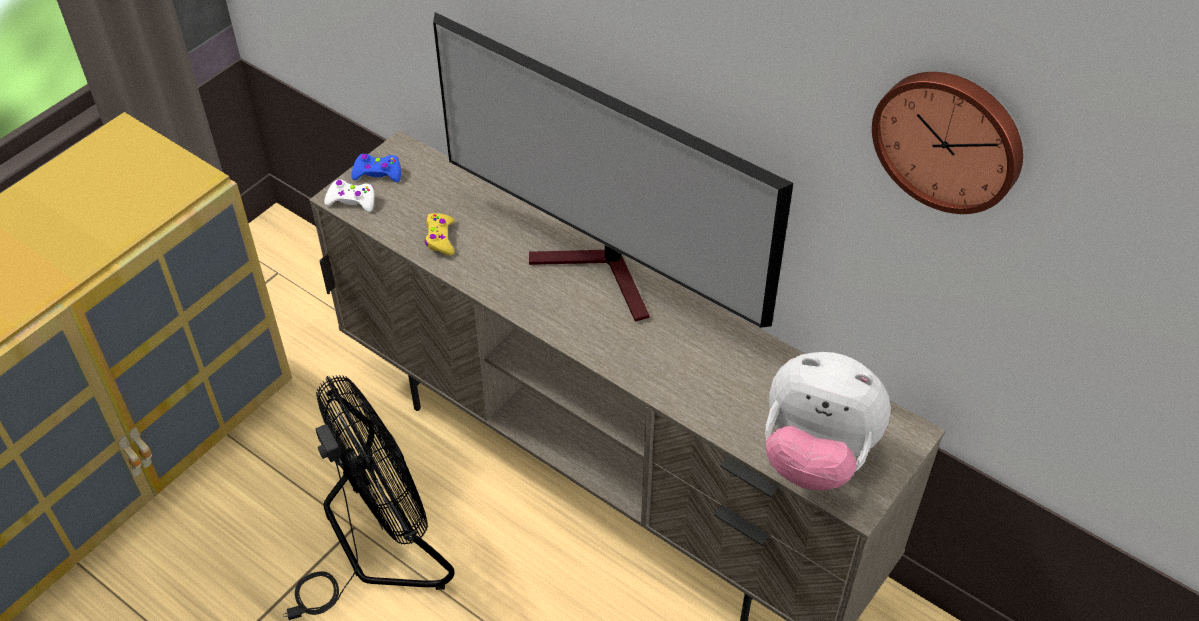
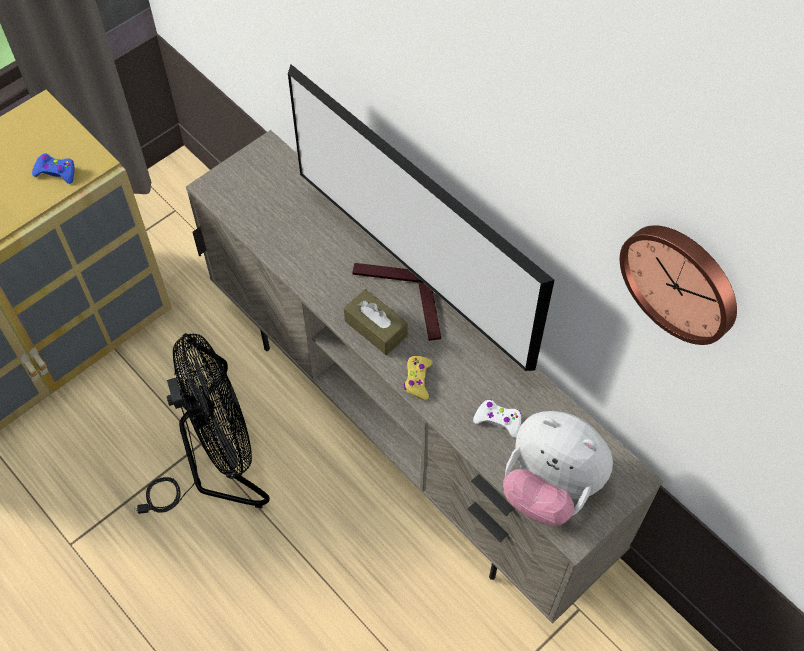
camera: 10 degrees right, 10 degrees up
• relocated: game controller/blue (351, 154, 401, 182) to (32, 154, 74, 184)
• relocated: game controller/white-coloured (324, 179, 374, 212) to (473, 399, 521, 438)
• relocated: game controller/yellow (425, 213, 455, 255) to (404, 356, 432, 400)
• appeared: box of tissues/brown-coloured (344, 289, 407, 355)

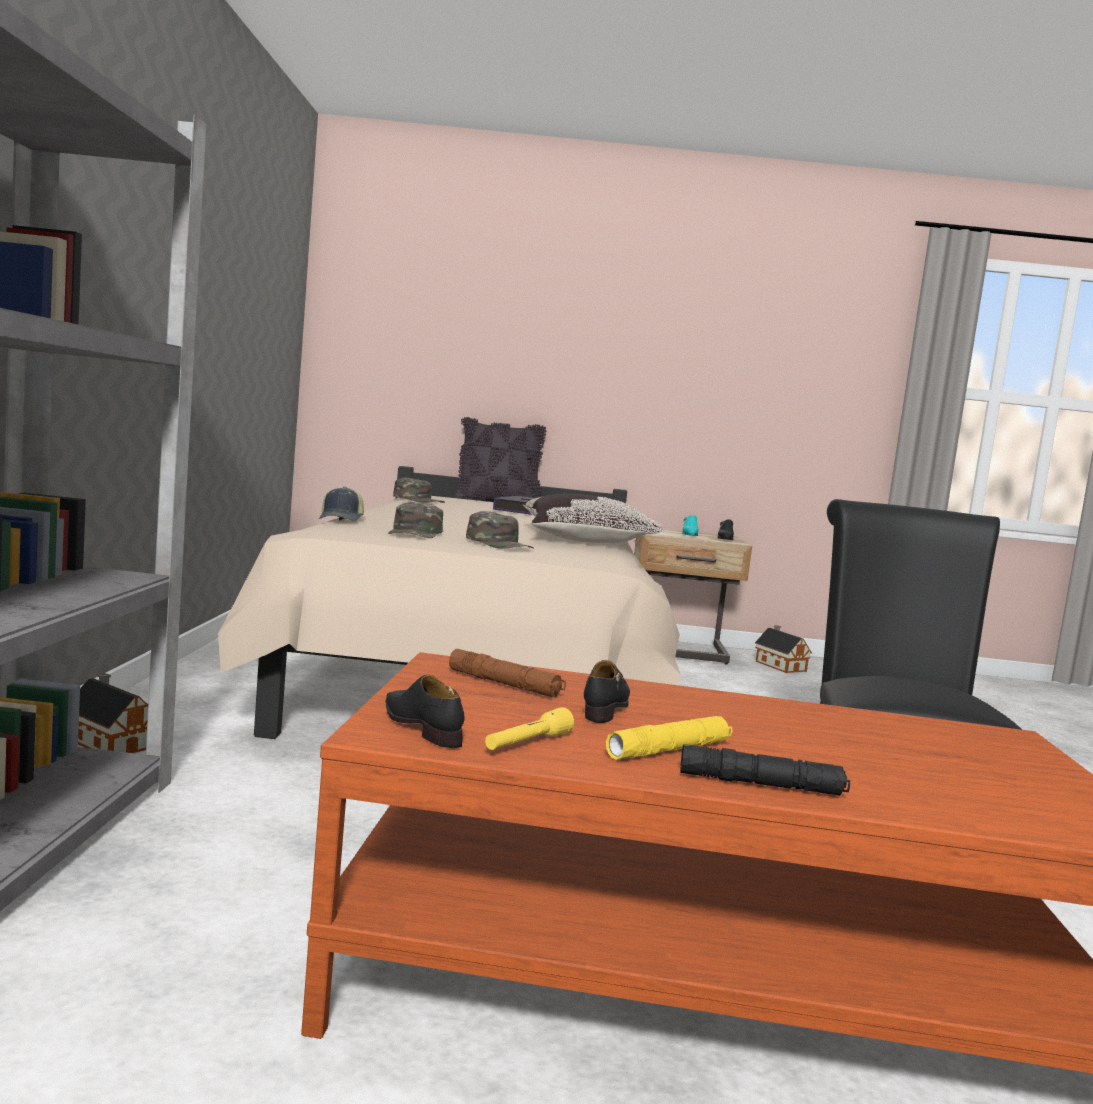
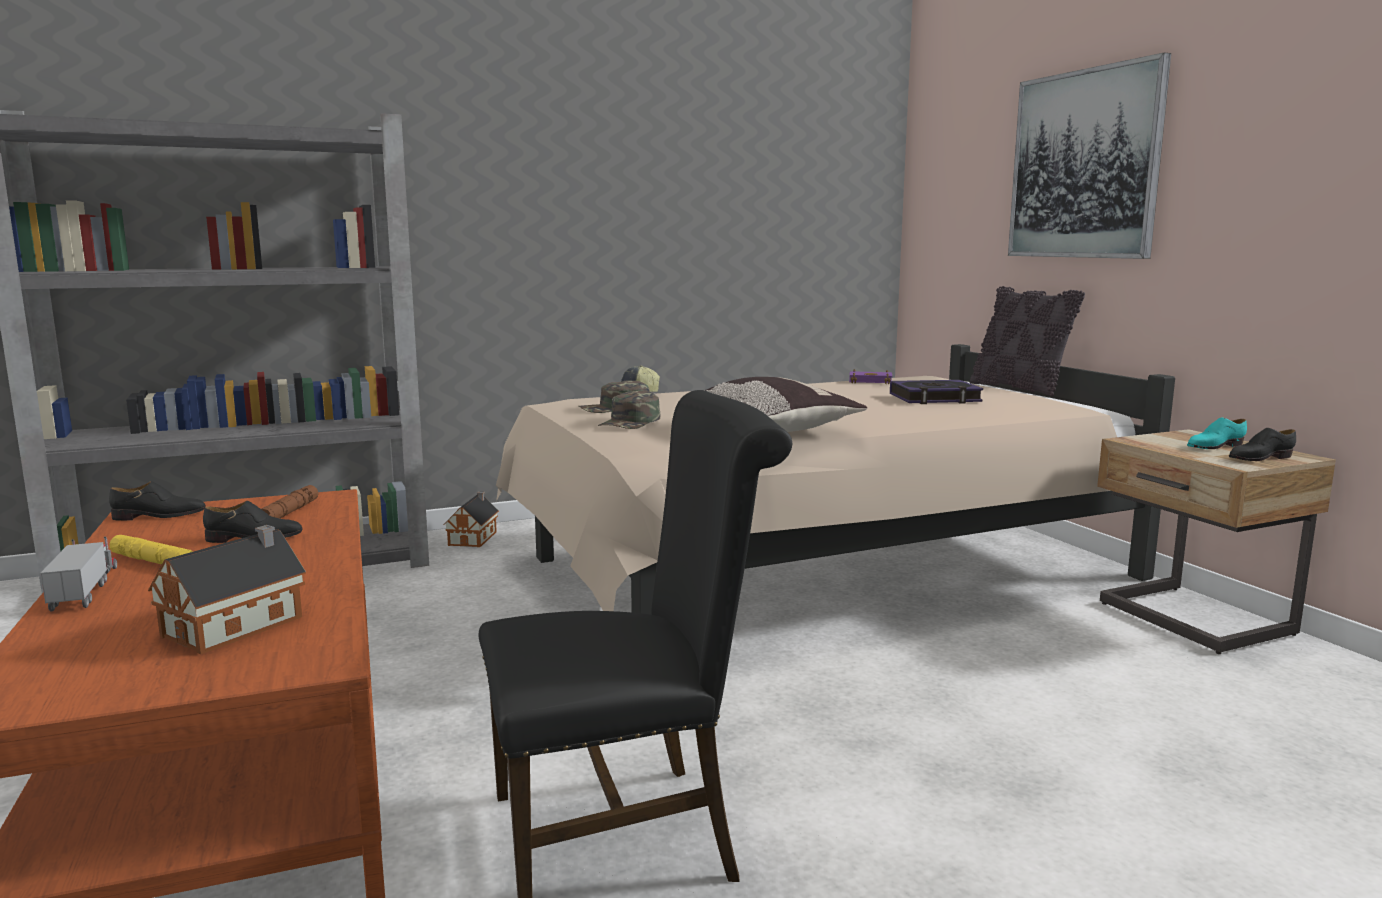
camera: 65 degrees right, 5 degrees up
• exchanged: baseball cap/green-coloured (393, 478, 445, 503) to bound book/purple (849, 369, 892, 384)
• relocated: model house (755, 625, 812, 673) to (148, 525, 306, 654)
• spun: shoe/black-coloured (385, 675, 464, 748) = (109, 481, 206, 521) 45 degrees clockwise
• missing: flashlight/yellow (485, 707, 574, 750)
• exchanged: flashlight/black-coloured (680, 744, 850, 796) to toy lorry (41, 536, 117, 611)
• appeared: wall art (1008, 52, 1171, 259)

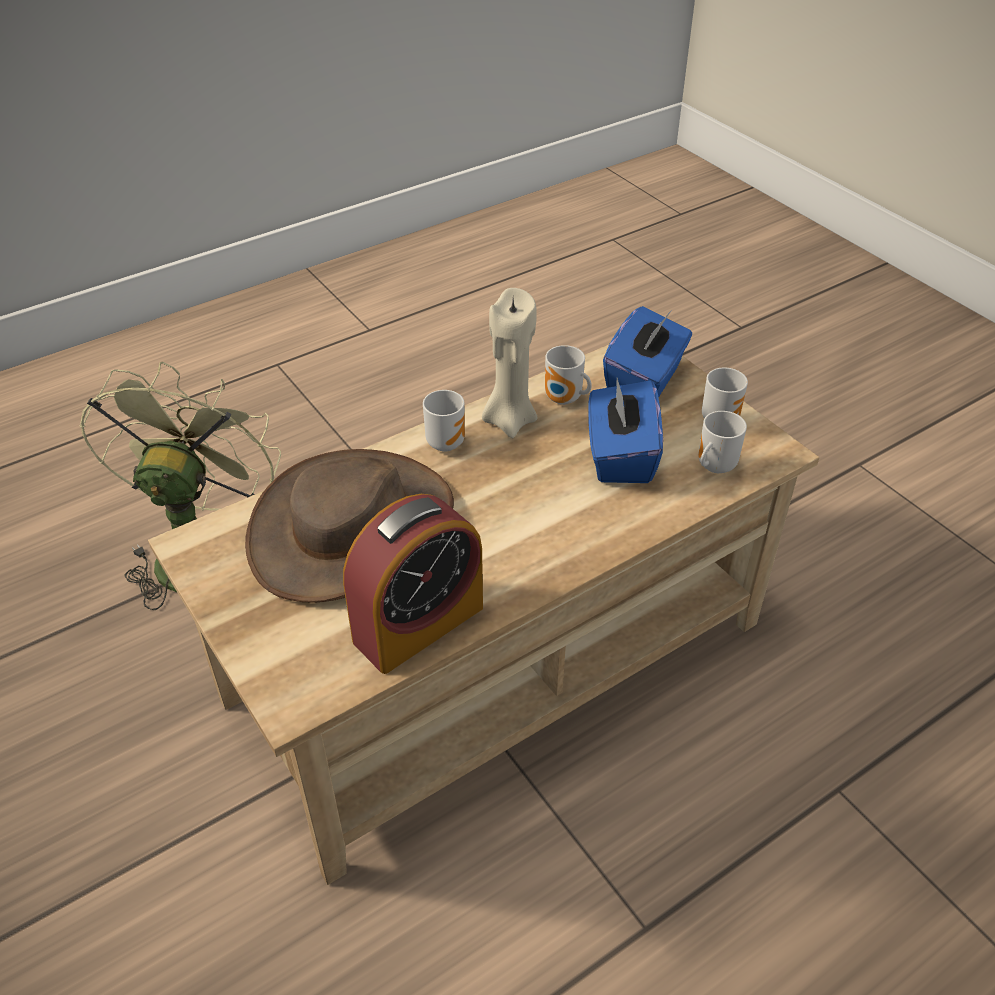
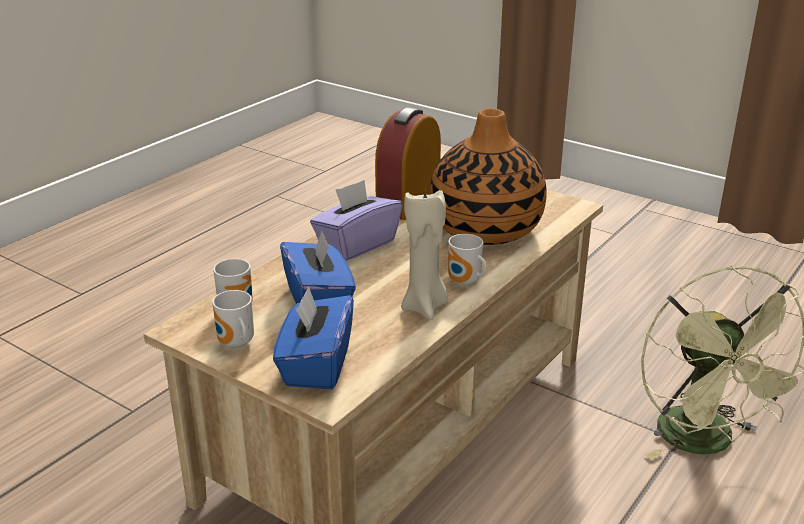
camera: 160 degrees right, 15 degrees down
• missing: tea mug (545, 345, 592, 405)
• exchanged: hat/brown-coloured (245, 449, 454, 603) to decorative vase (430, 108, 547, 245)
• appeared: box of tissues/purple (310, 180, 402, 261)

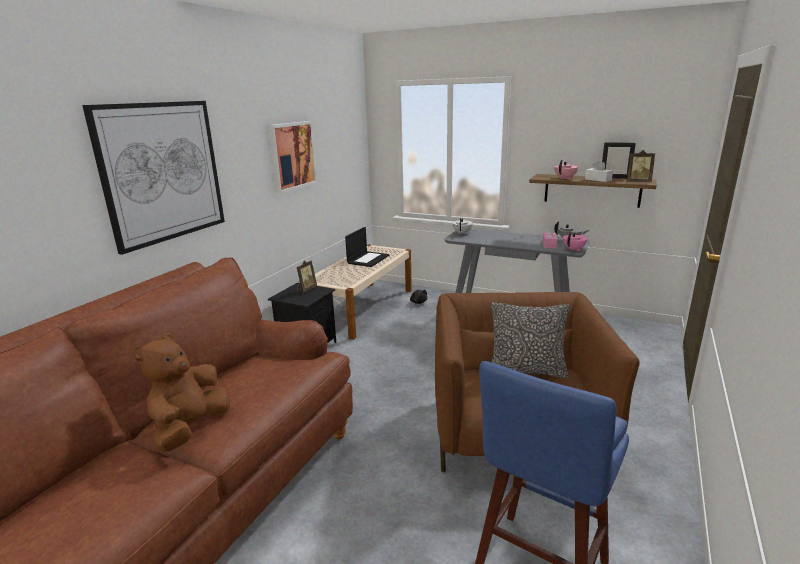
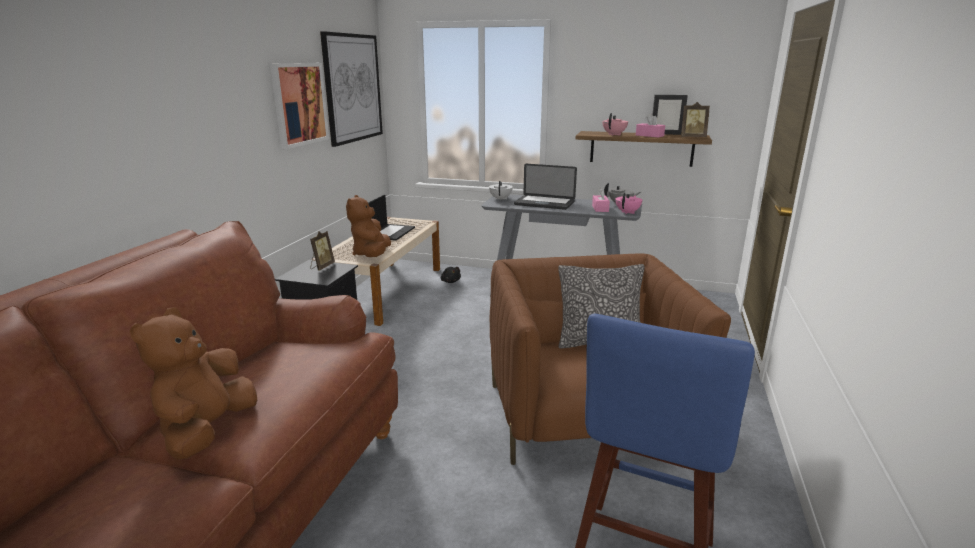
camera: 10 degrees left, 0 degrees up
• relocated: wall art (82, 101, 225, 255) to (320, 31, 383, 147)
• colour: box of tissues/white-coloured (585, 160, 613, 182) to box of tissues/pink-coloured (636, 114, 665, 138)
• appeared: laptop (514, 164, 577, 210)
• appeared: plush toy/brown-coloured (346, 195, 391, 257)

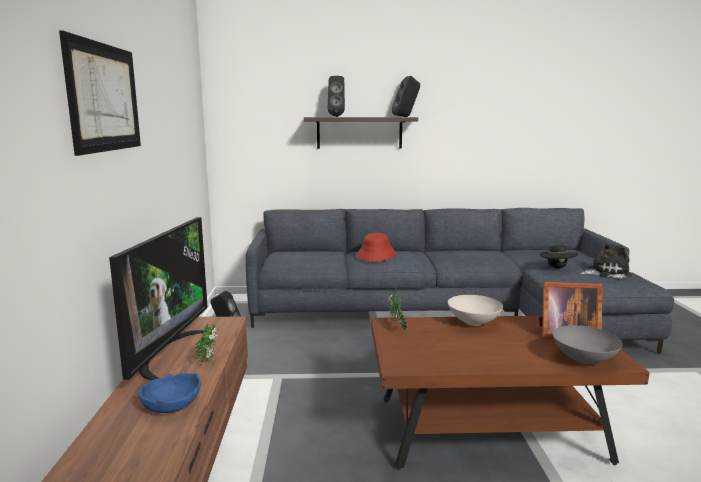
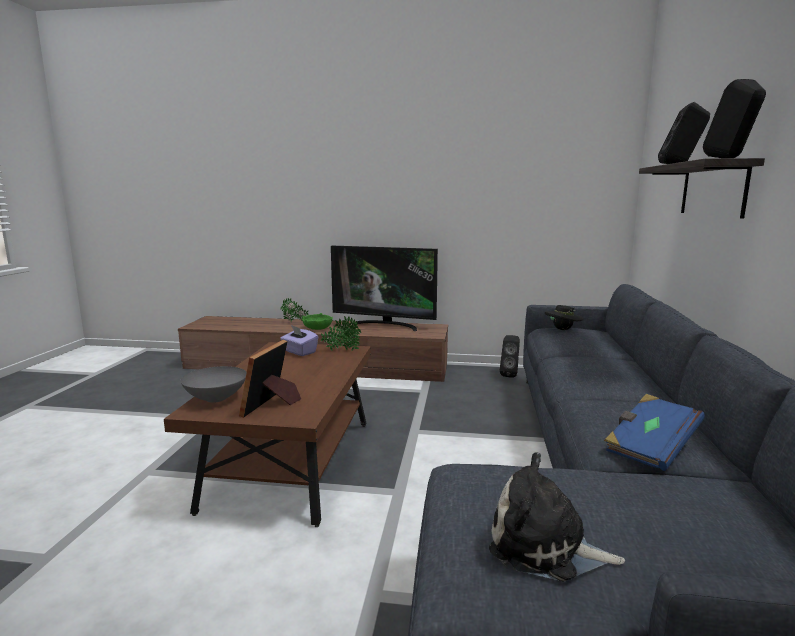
camera: 100 degrees right, 0 degrees up
• missing: wall art (59, 30, 141, 156)
• missing: hat/red-coloured (356, 233, 396, 262)
• spun: plush toy (580, 243, 632, 279) = (489, 453, 625, 581) 105 degrees clockwise
• relocated: hat/black-coloured (539, 244, 578, 269) to (545, 305, 584, 330)
• missing: deep dish/white-coloured (448, 295, 503, 326)
• relocated: plant in a pot (195, 323, 218, 364) to (281, 298, 309, 322)
• colour: deep dish/blue (139, 373, 201, 413) to deep dish/green-coloured (302, 313, 333, 330)
• appeared: box of tissues/purple (280, 325, 318, 356)
• appeared: bound book/blue (604, 394, 705, 471)

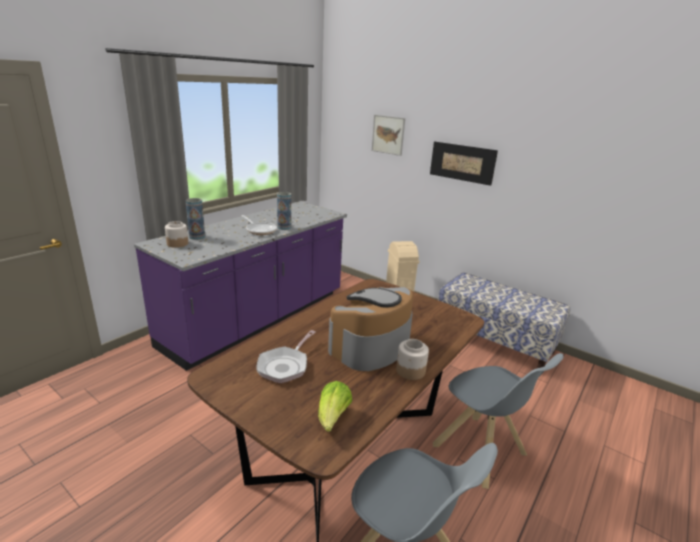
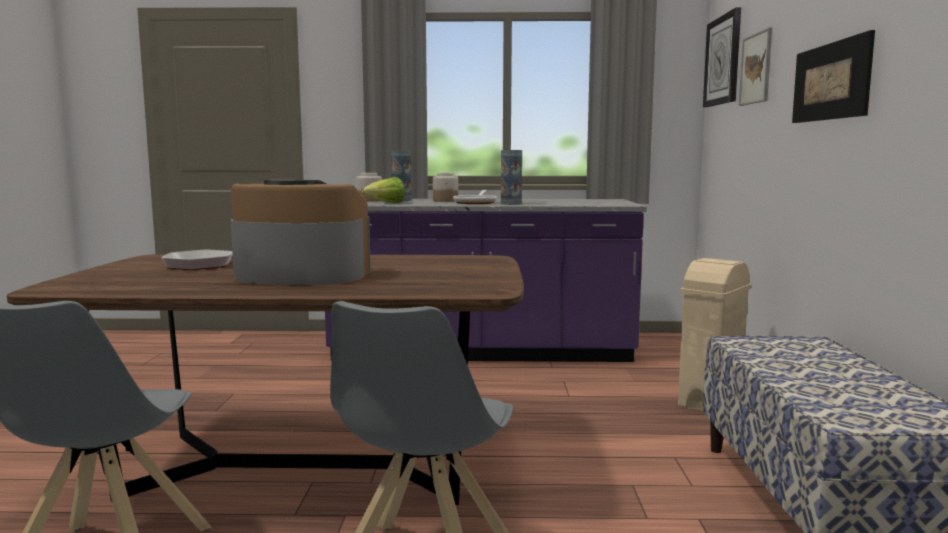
camera: 55 degrees right, 15 degrees down
• relocated: preserve jar (396, 339, 429, 380) to (433, 173, 458, 202)
• relocated: lettuce (318, 381, 352, 432) to (362, 177, 405, 203)
• appeared: wall clock (703, 8, 741, 107)

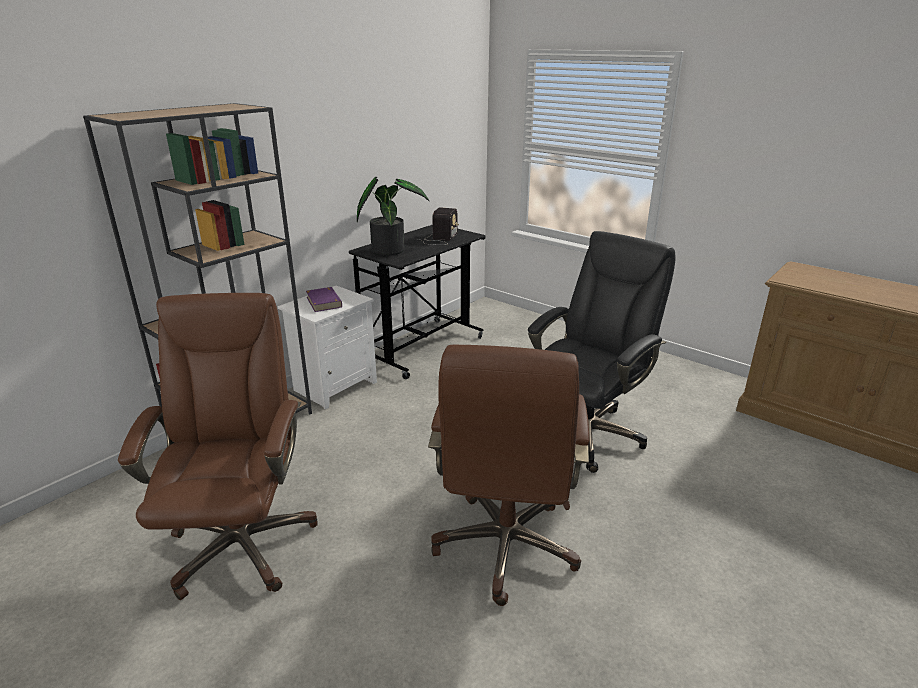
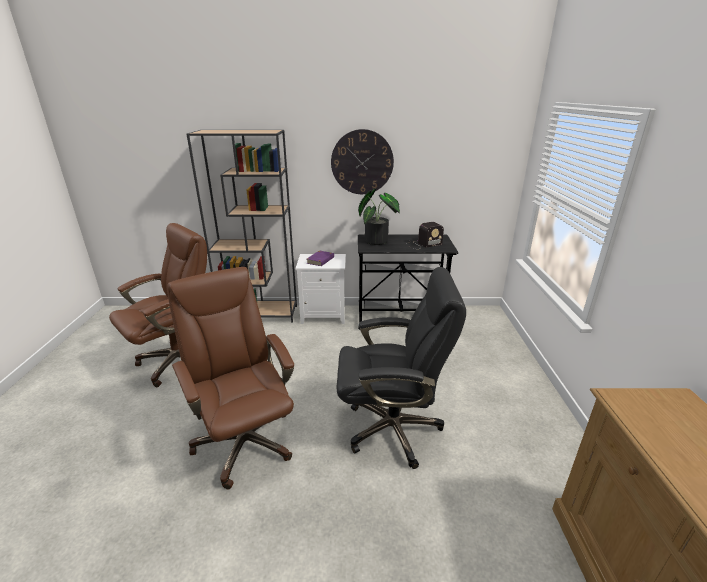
camera: 50 degrees right, 0 degrees up
• spun: computer chair/brown-coloured (428, 344, 589, 606) = (167, 267, 294, 490) 90 degrees clockwise
• appeared: wall clock (331, 129, 394, 194)

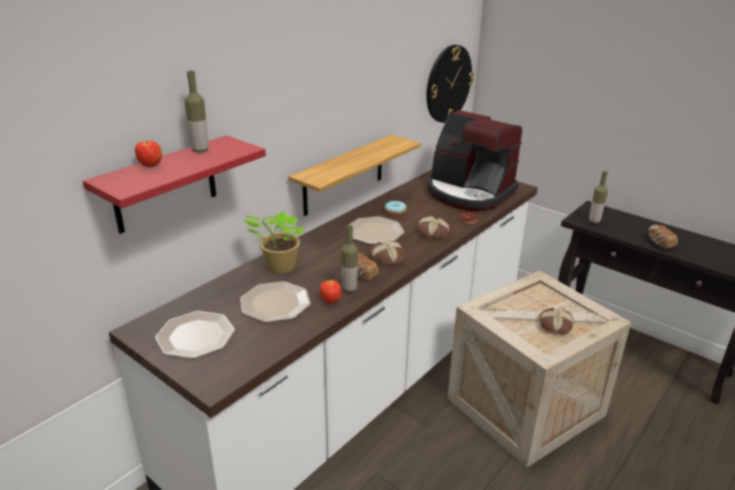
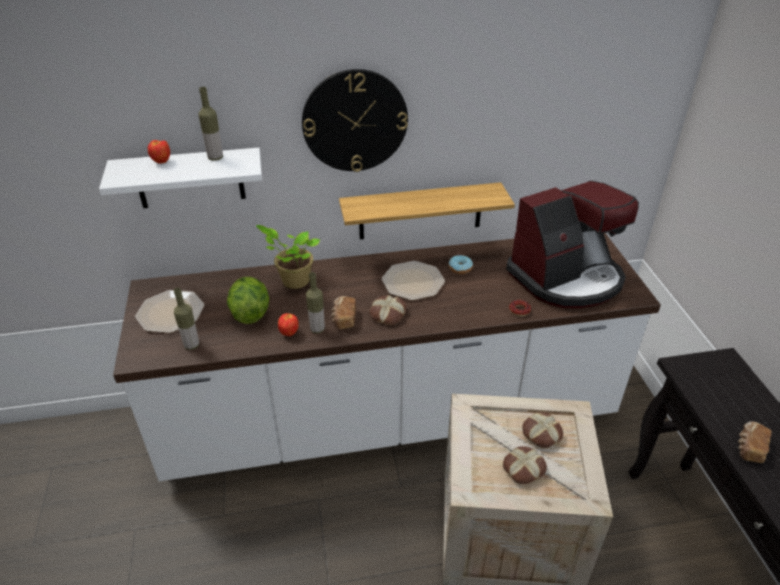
camera: 40 degrees right, 10 degrees up
• relocated: wall clock (427, 45, 474, 123) to (302, 69, 408, 172)
• spun: coffee brewer (427, 110, 522, 211) = (506, 181, 639, 308) 105 degrees counterclockwise
• colour: shelf/red-coloured (83, 135, 266, 234) to shelf/white-coloured (99, 148, 262, 208)
• relocated: beverage bottle (589, 171, 608, 223) to (174, 288, 199, 350)
• relocated: baked bread (417, 216, 450, 238) to (522, 412, 563, 448)
• exchanged: dinner plate (240, 281, 311, 322) to lettuce (227, 277, 269, 324)

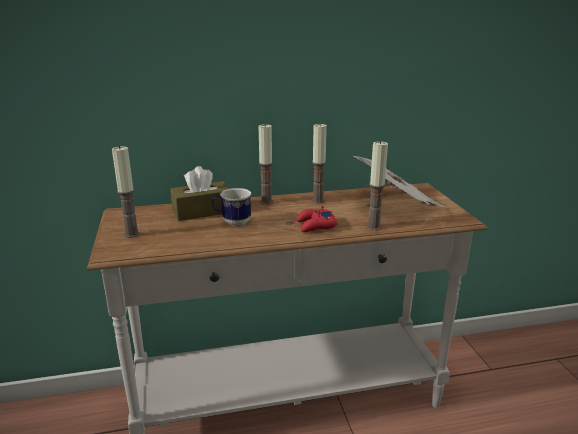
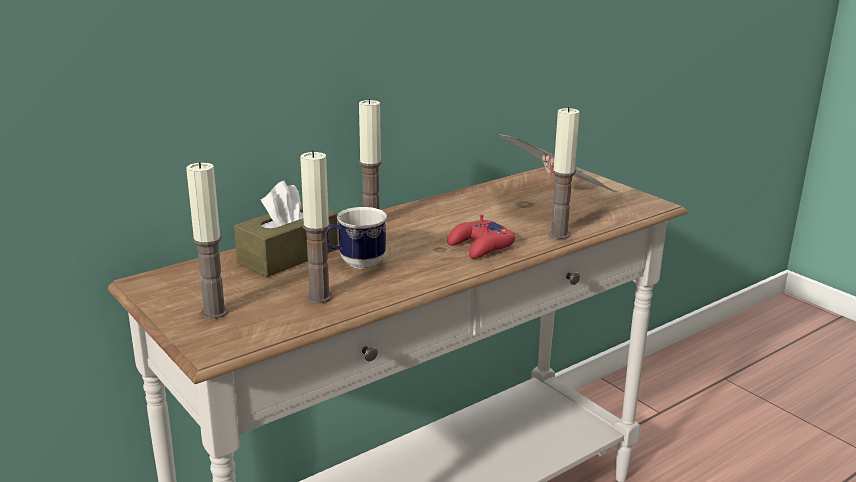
camera: 25 degrees left, 0 degrees up
• relocated: wax light (312, 123, 327, 203) to (300, 151, 332, 303)

